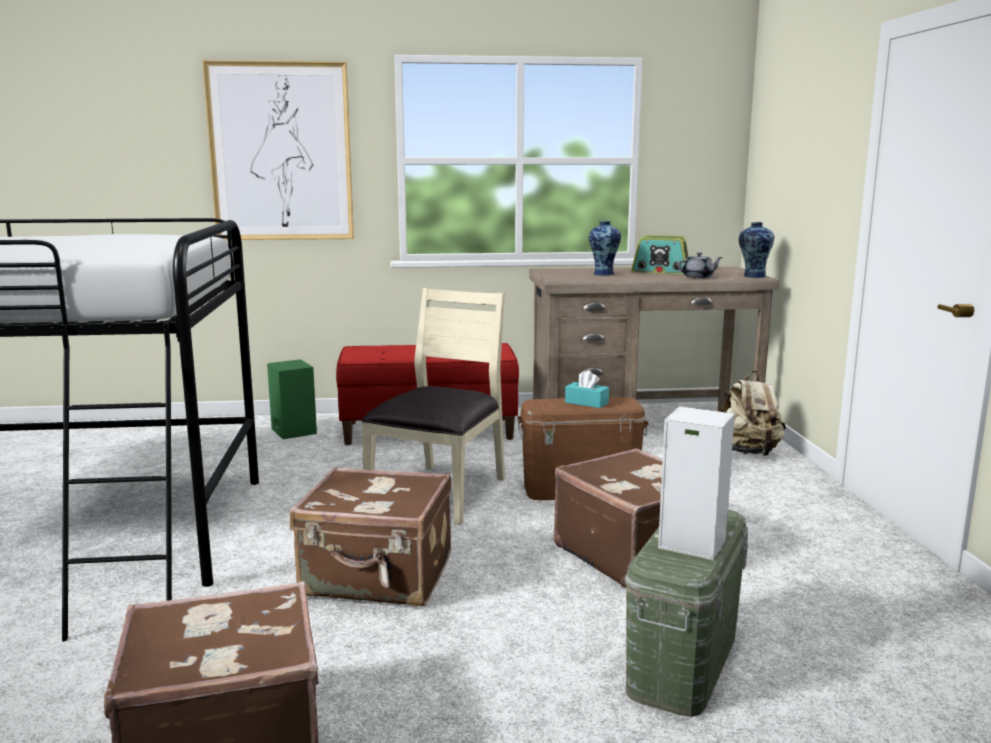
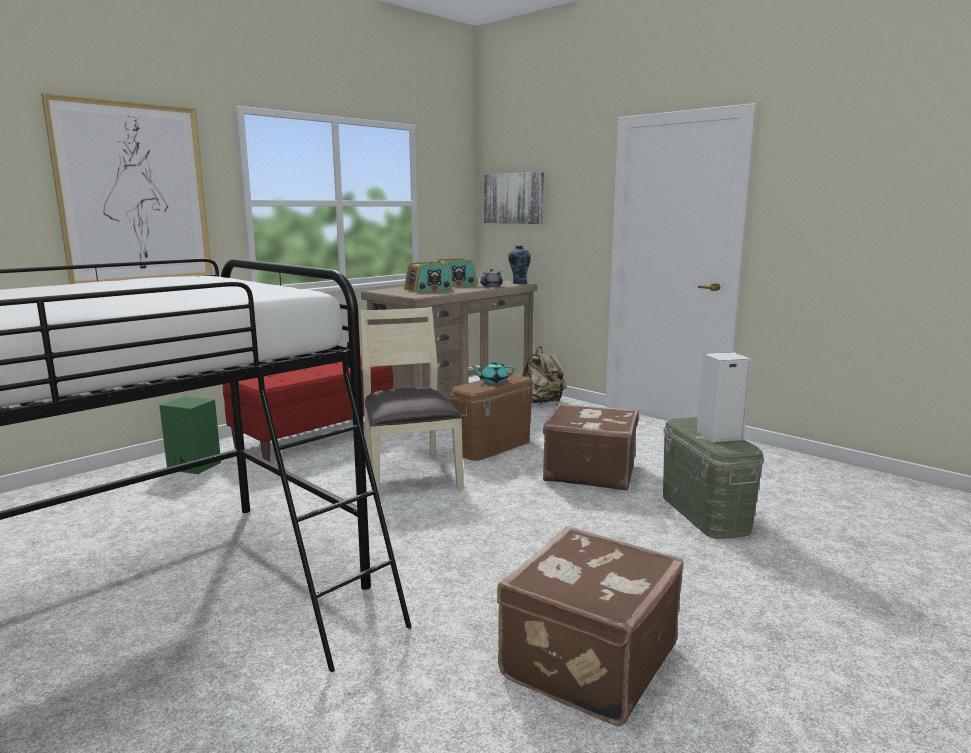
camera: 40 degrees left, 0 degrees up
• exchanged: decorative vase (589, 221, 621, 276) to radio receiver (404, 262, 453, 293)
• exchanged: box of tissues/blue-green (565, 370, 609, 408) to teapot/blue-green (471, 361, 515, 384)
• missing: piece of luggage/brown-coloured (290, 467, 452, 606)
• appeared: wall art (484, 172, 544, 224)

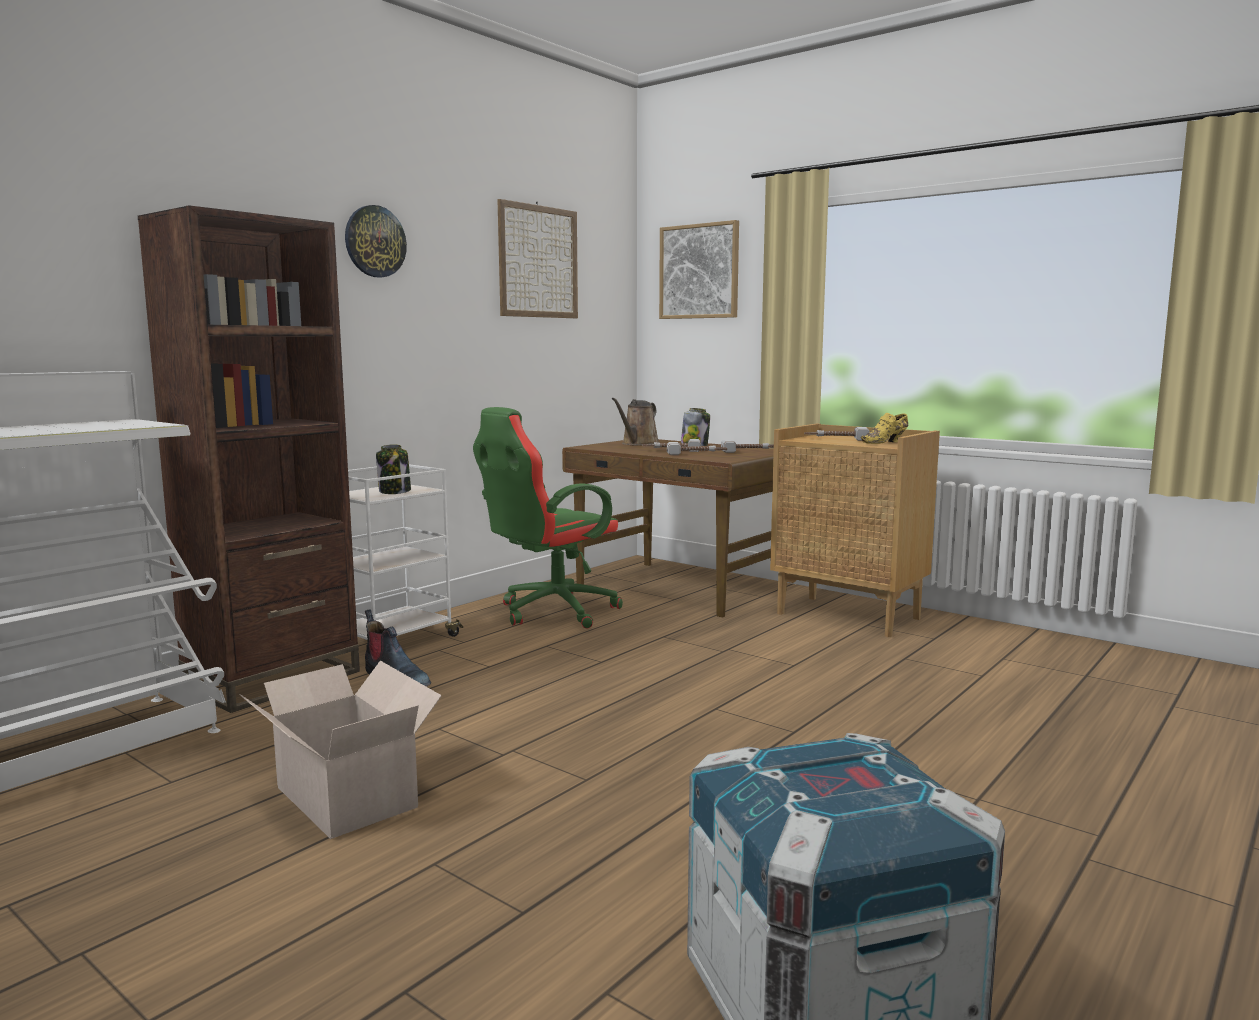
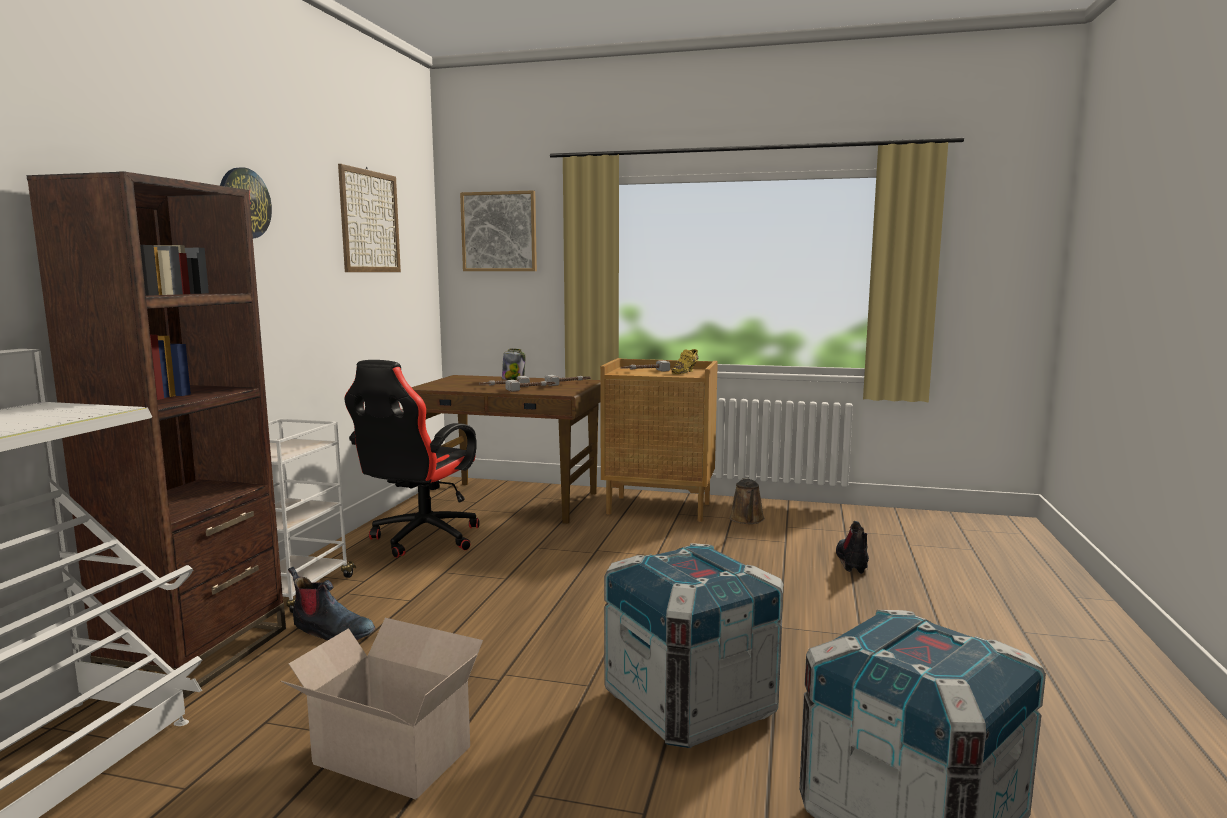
camera: 25 degrees left, 0 degrees up
• relocated: watering pot/brown-coloured (612, 398, 660, 445) to (729, 478, 765, 524)
• colour: computer chair/green-coloured (473, 407, 623, 628) to computer chair/black-coloured (345, 360, 479, 558)
• missing: preserve jar (376, 444, 411, 494)
• appeared: boot (836, 521, 869, 574)
• appeared: packing crate (604, 543, 783, 748)

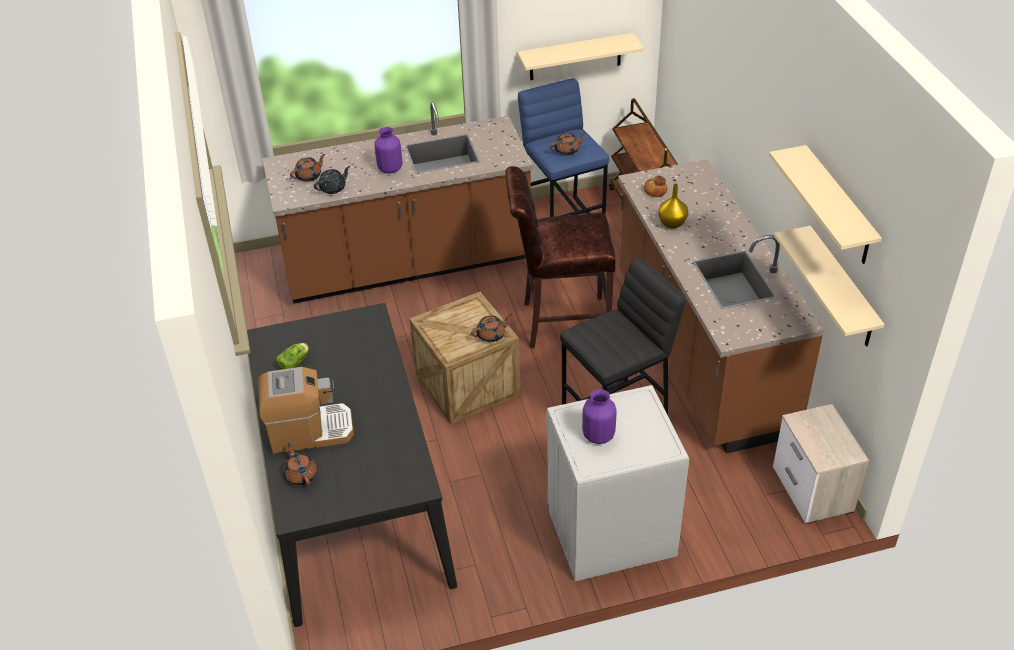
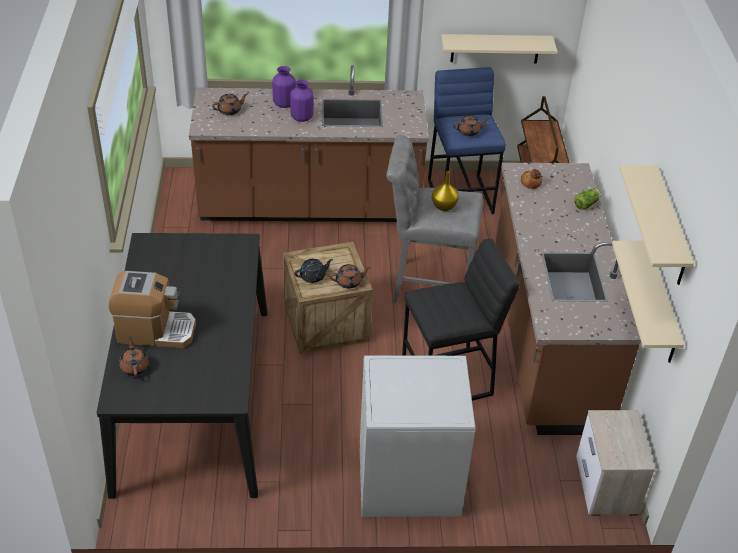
camera: 10 degrees right, 0 degrees up
• relocated: teapot/black-coloured (314, 166, 350, 194) to (295, 259, 333, 283)
• colour: stool/brown-coloured (505, 166, 616, 348) to stool/grey (386, 135, 483, 303)
• relocated: decorative vase/yellow (658, 183, 688, 229) to (432, 171, 459, 211)
• relocated: lettuce (276, 343, 309, 369) to (574, 189, 601, 210)
• relocated: decorative vase/purple (582, 389, 617, 444) to (272, 66, 296, 108)

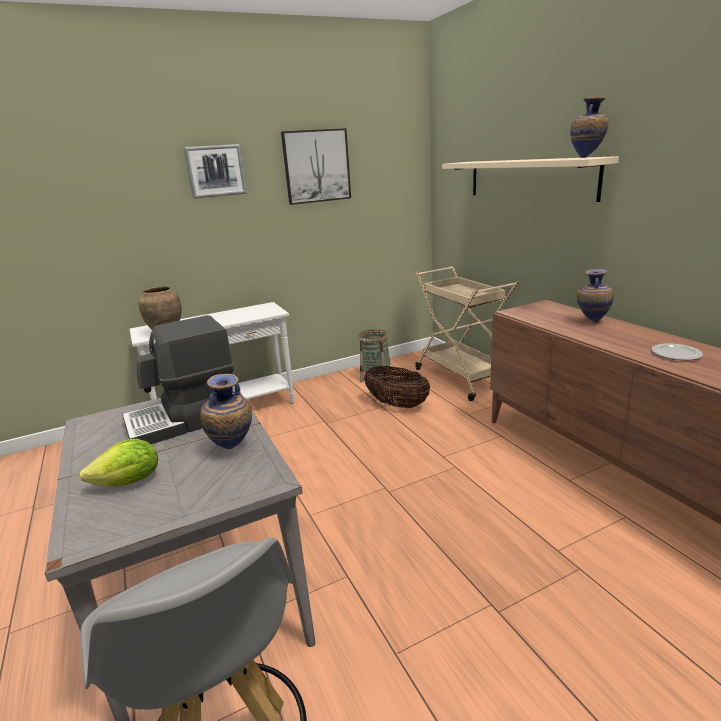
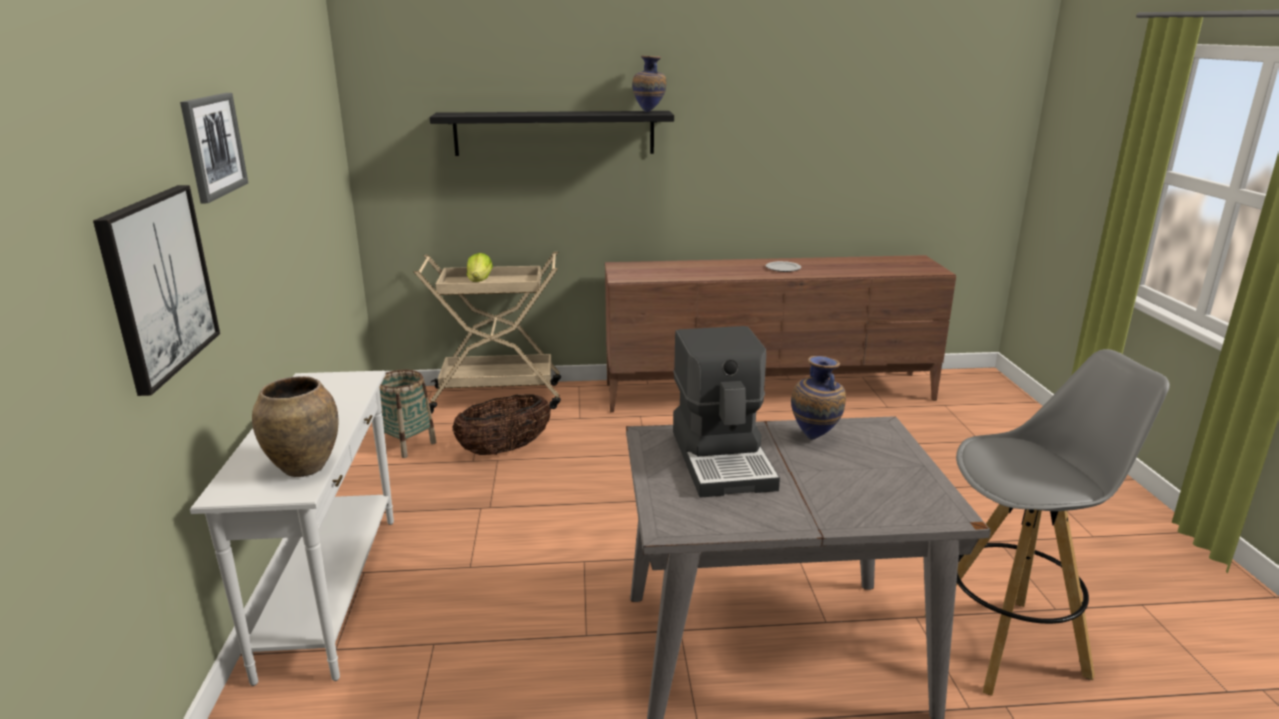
camera: 70 degrees left, 0 degrees up
• relocated: wall art (281, 128, 351, 205) to (93, 185, 220, 396)
• colour: shelf/sand-coloured (442, 156, 619, 202) to shelf/black-coloured (430, 111, 674, 156)
• missing: decorative vase (577, 269, 614, 323)
• relocated: lettuce (79, 439, 158, 487) to (467, 253, 493, 282)

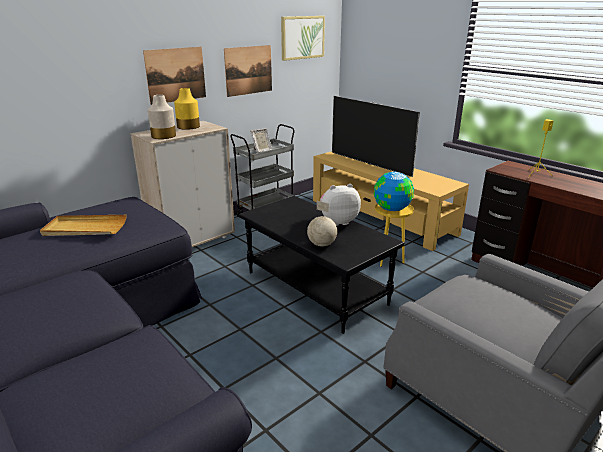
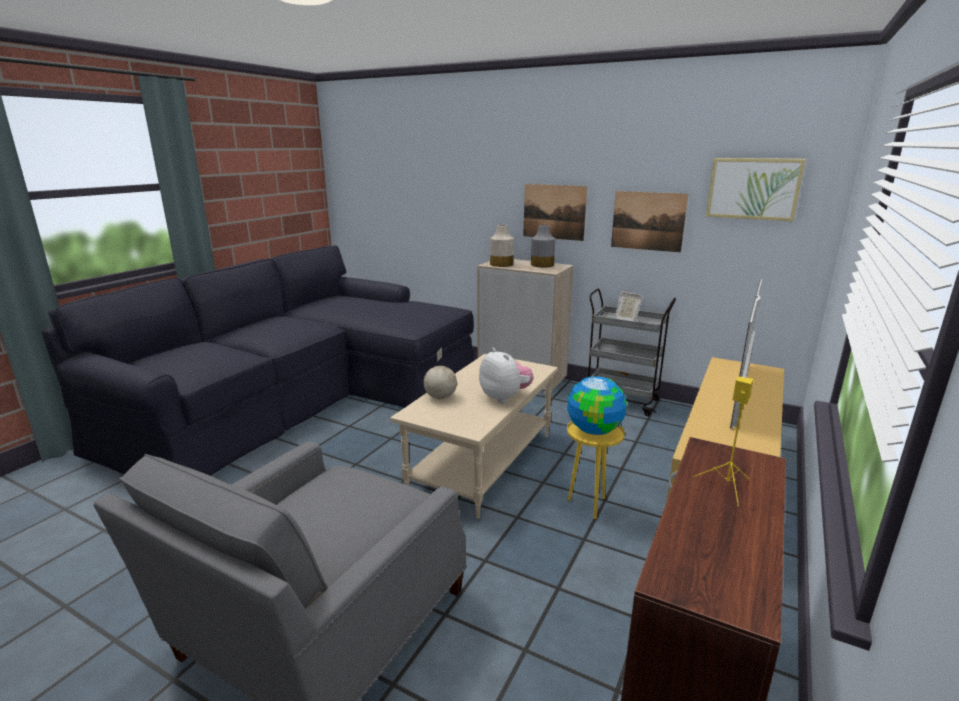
camera: 70 degrees right, 5 degrees down
• colour: decorative vase/yellow (174, 88, 200, 130) to decorative vase/grey (531, 225, 555, 267)
• colour: lounge table/black-coloured (239, 196, 405, 334) to lounge table/sand-coloured (390, 353, 558, 519)
• missing: tray/sand-coloured (40, 215, 126, 236)

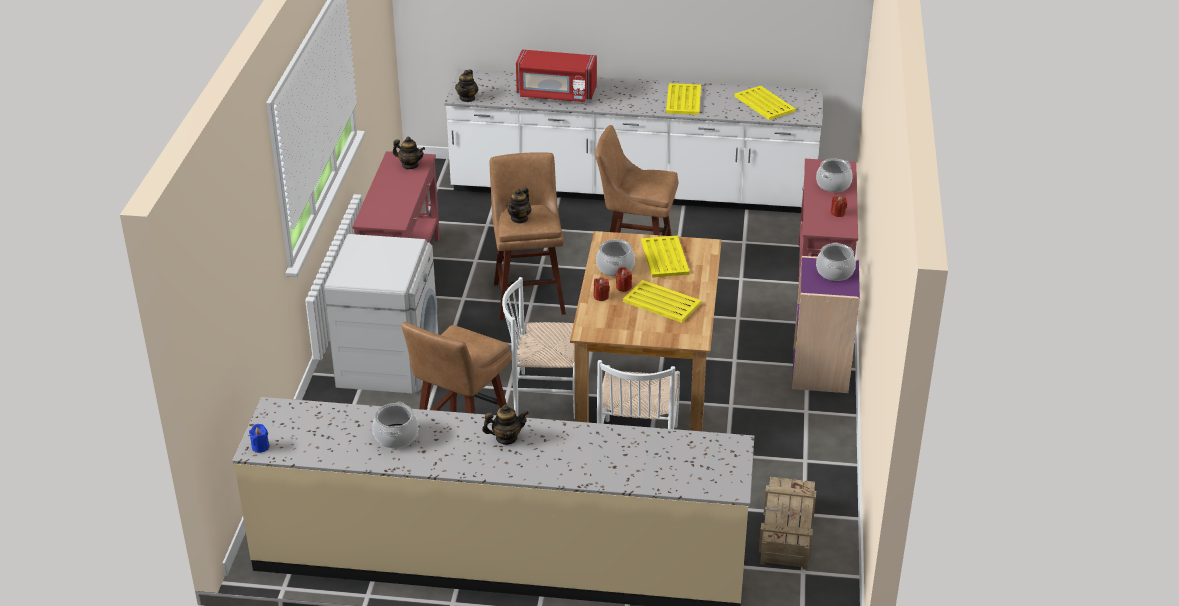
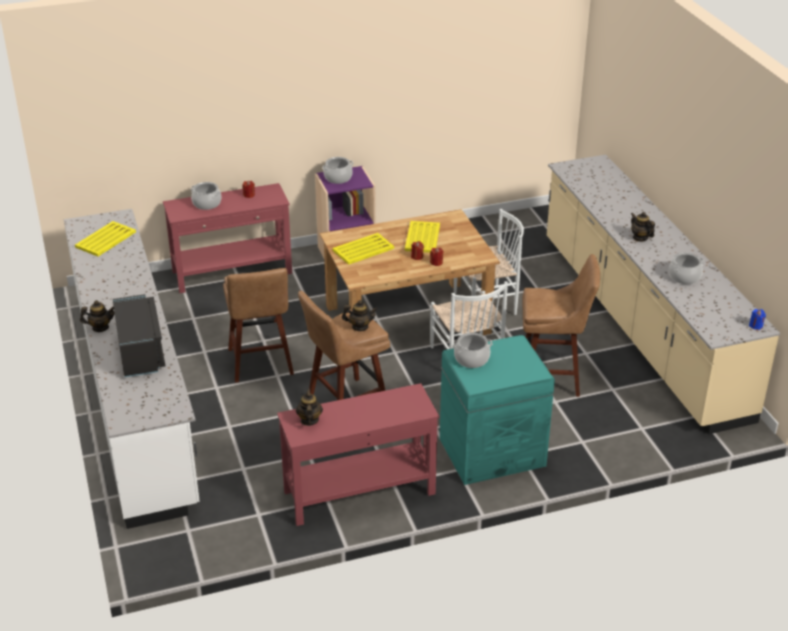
camera: 115 degrees left, 0 degrees up
• colour: microwave oven/red-coloured (516, 49, 597, 102) to microwave oven/black-coloured (113, 294, 166, 377)
• relocated: teapot (455, 69, 478, 102) to (80, 300, 115, 332)
• missing: tray/yellow (666, 83, 701, 115)
• colour: laundry machine/white-coloured (324, 234, 438, 394) to laundry machine/blue-green (440, 335, 555, 485)
• relocated: saucepot (596, 239, 635, 277) to (452, 332, 493, 368)
• missing: packing crate (759, 477, 816, 570)

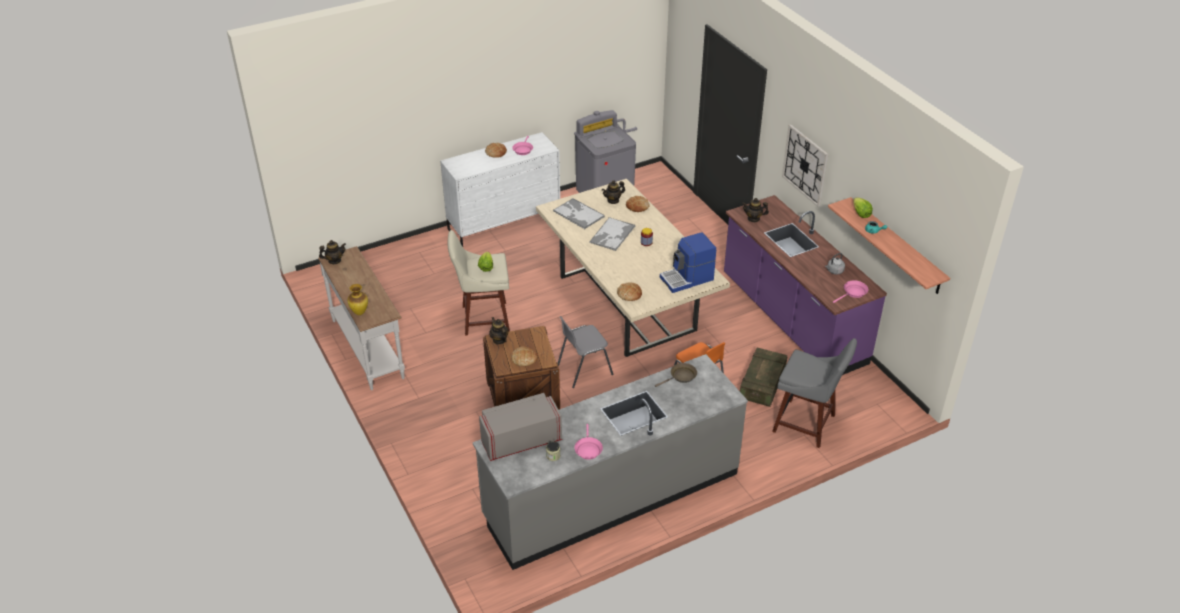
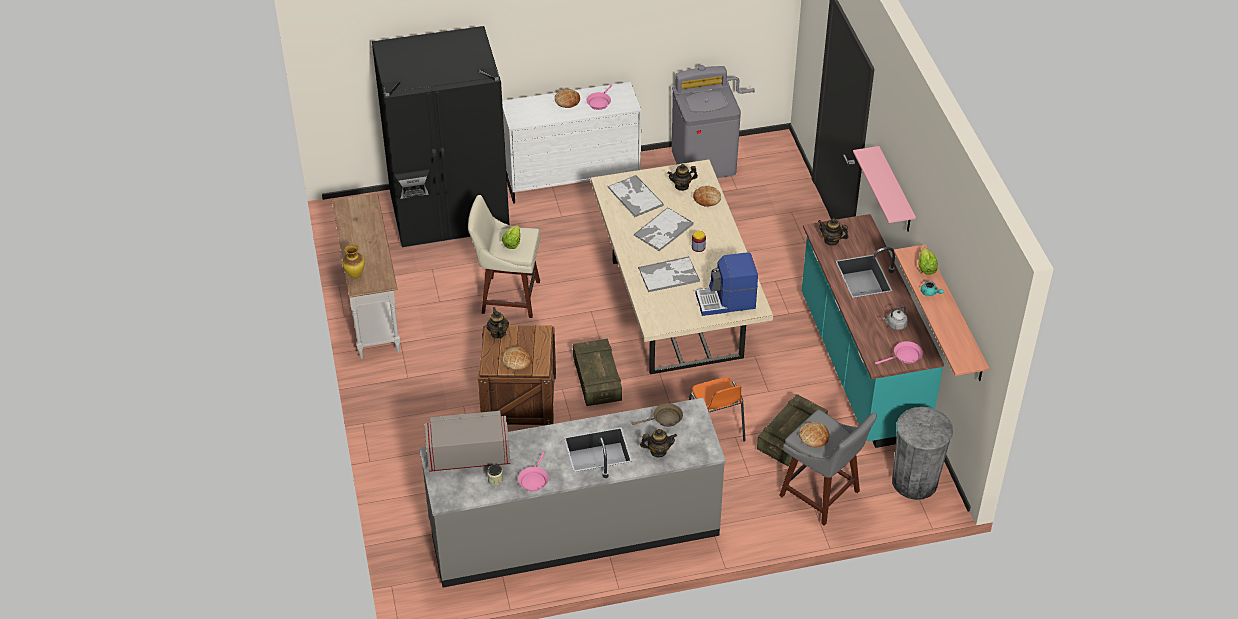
camera: 15 degrees right, 5 degrees up
• exchanged: wall clock (782, 124, 828, 207) to shelf/pink-coloured (853, 146, 916, 232)
• colour: counter/purple (724, 195, 887, 375) to counter/blue-green (801, 214, 944, 448)
• relocated: teapot (319, 240, 346, 264) to (640, 429, 677, 458)
• relocated: baked bread (617, 282, 642, 301) to (799, 422, 829, 448)
• exchanged: chair/grey (558, 316, 614, 388) to packing crate (573, 339, 622, 406)
• appeared: fridge/black-coloured (372, 26, 509, 248)
• appeared: tray (638, 256, 700, 293)
• appeared: rubbish bin/grey (892, 407, 953, 500)

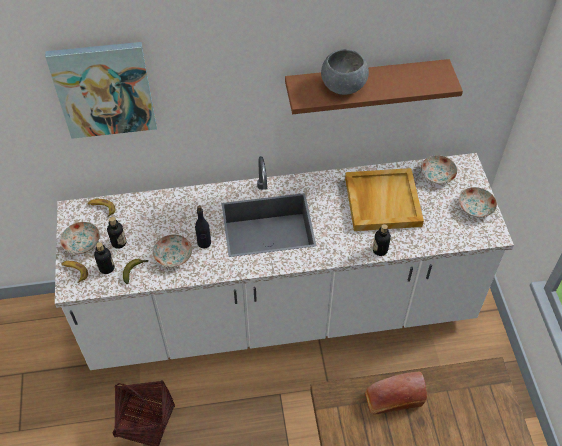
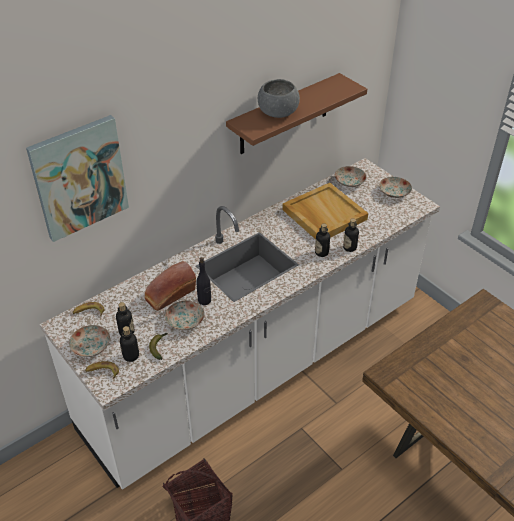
camera: 30 degrees left, 10 degrees down
• relocated: baked bread (365, 372, 427, 414) to (145, 261, 196, 311)
• appeared: beverage bottle (315, 224, 330, 257)

